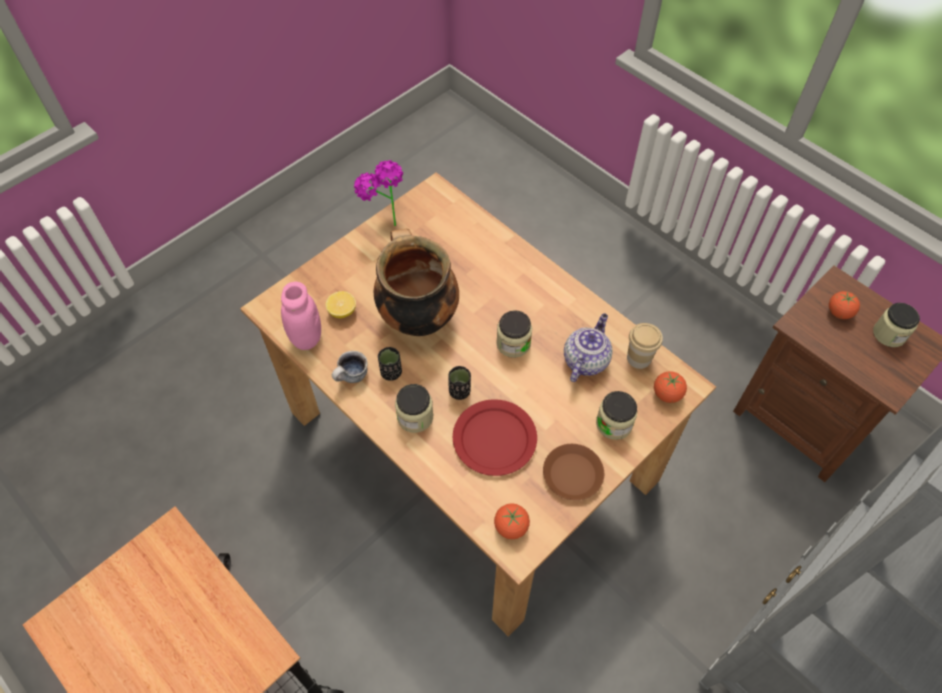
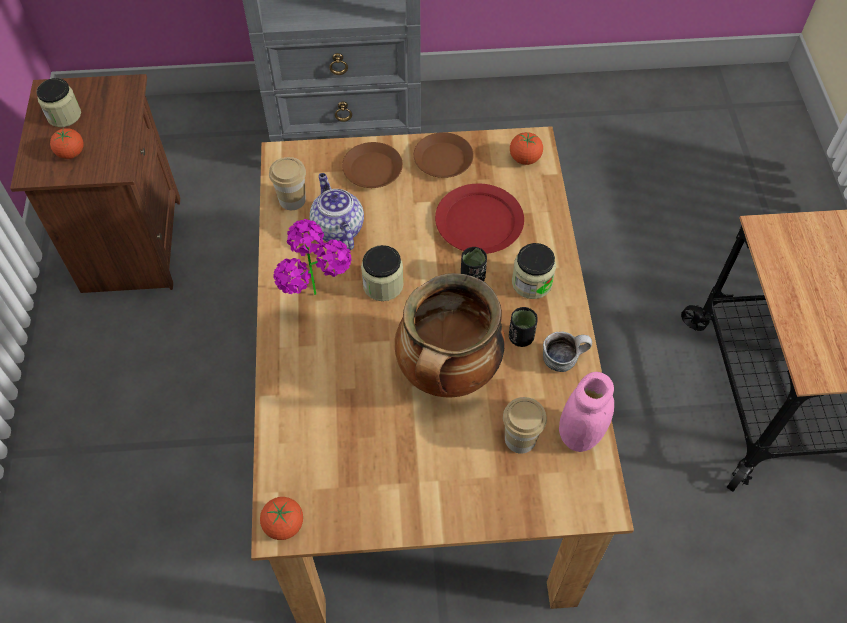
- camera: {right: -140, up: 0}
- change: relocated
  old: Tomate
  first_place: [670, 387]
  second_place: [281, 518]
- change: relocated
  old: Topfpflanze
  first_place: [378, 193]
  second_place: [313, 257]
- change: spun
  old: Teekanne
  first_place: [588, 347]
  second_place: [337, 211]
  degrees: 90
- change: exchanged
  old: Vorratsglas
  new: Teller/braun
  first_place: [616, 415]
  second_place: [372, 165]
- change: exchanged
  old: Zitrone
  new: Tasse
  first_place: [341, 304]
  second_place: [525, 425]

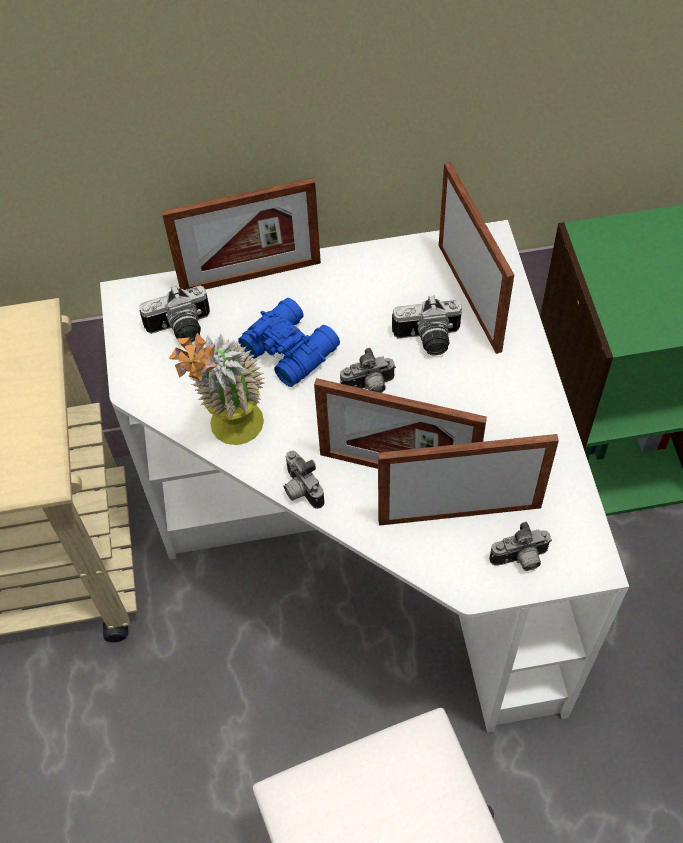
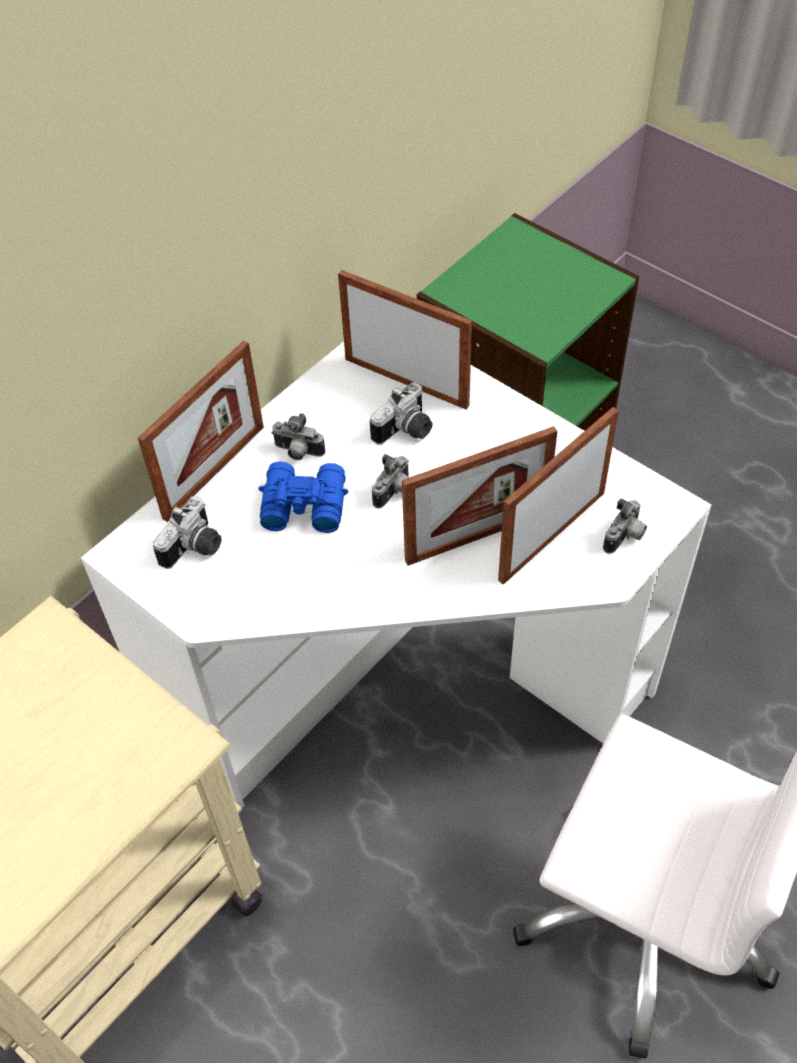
- camera: {right: -40, up: -5}
- change: relocated
  old: Kamera
  first_place: [304, 480]
  second_place: [298, 436]
- change: missing
  old: Topfpflanze
  first_place: [217, 389]

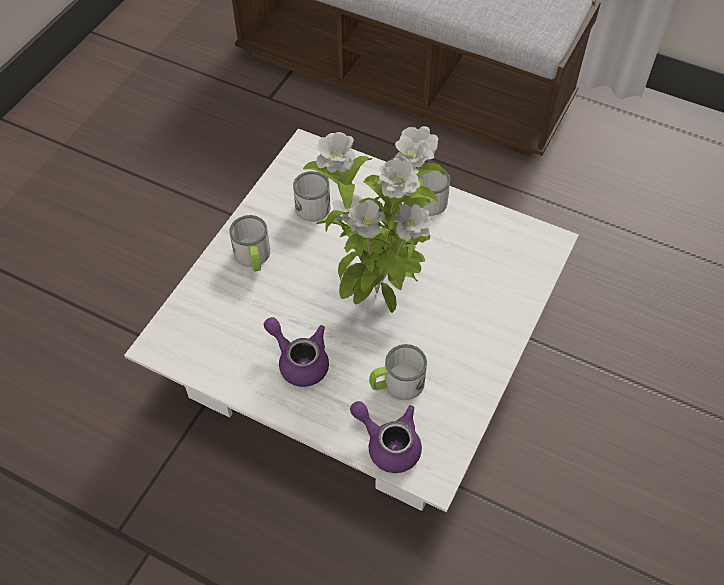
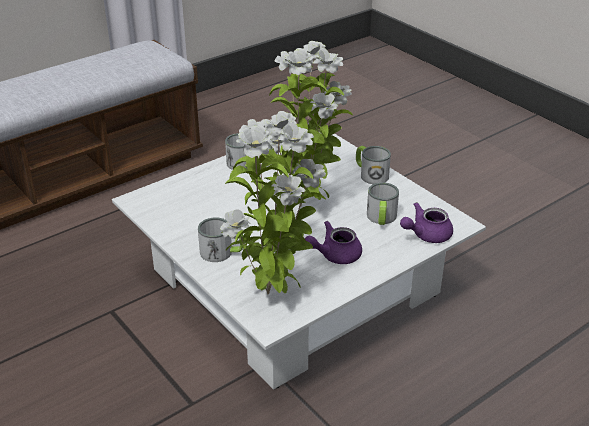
- camera: {right: -65, up: -20}
- change: appeared
  new: Topfpflanze
  second_place: [273, 202]
- change: relocated
  old: Henkelbecher
  first_place: [311, 196]
  second_place: [373, 165]

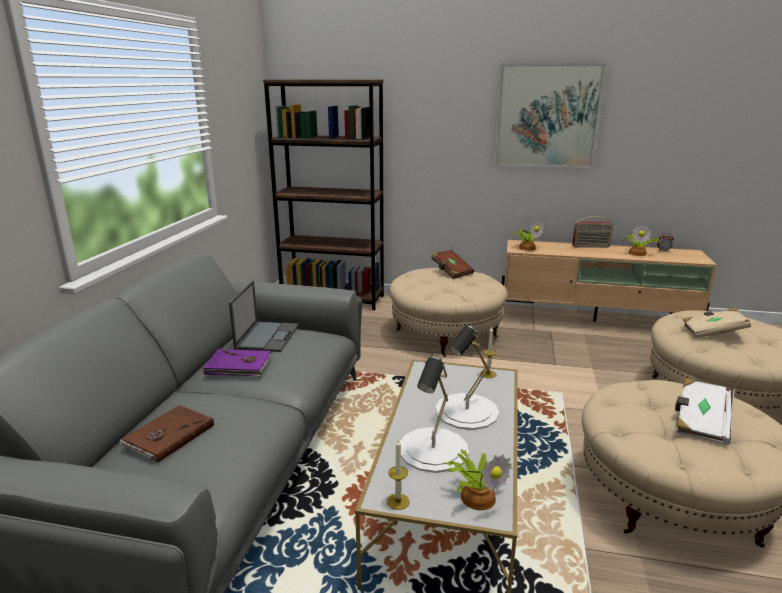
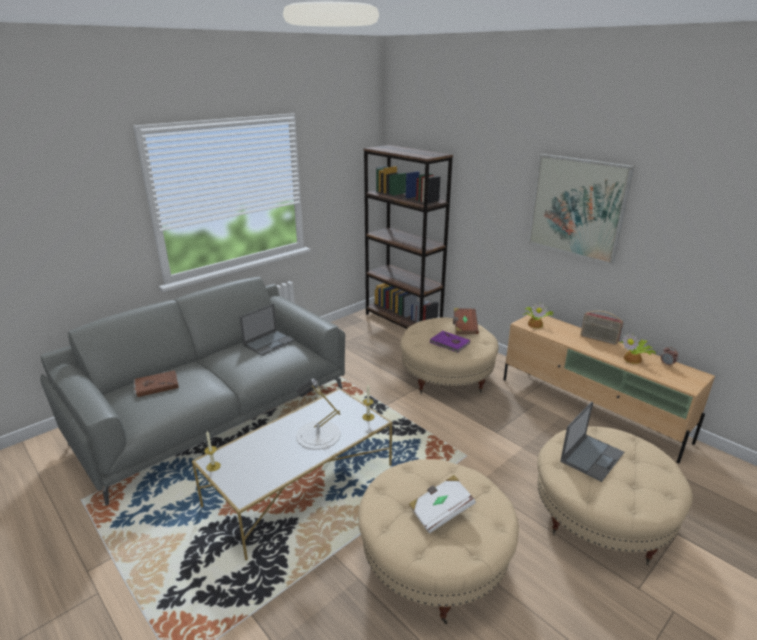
- camera: {right: 35, up: 5}
- change: relocated
  old: Buch/lila
  first_place: [237, 362]
  second_place: [449, 342]
- change: exchanged
  old: Buch/beige
  new: Laptop
  first_place: [716, 323]
  second_place: [592, 442]
- change: missing
  old: Tischlampe/weiß
  first_place: [434, 415]
- change: missing
  old: Topfpflanze
  first_place: [478, 479]

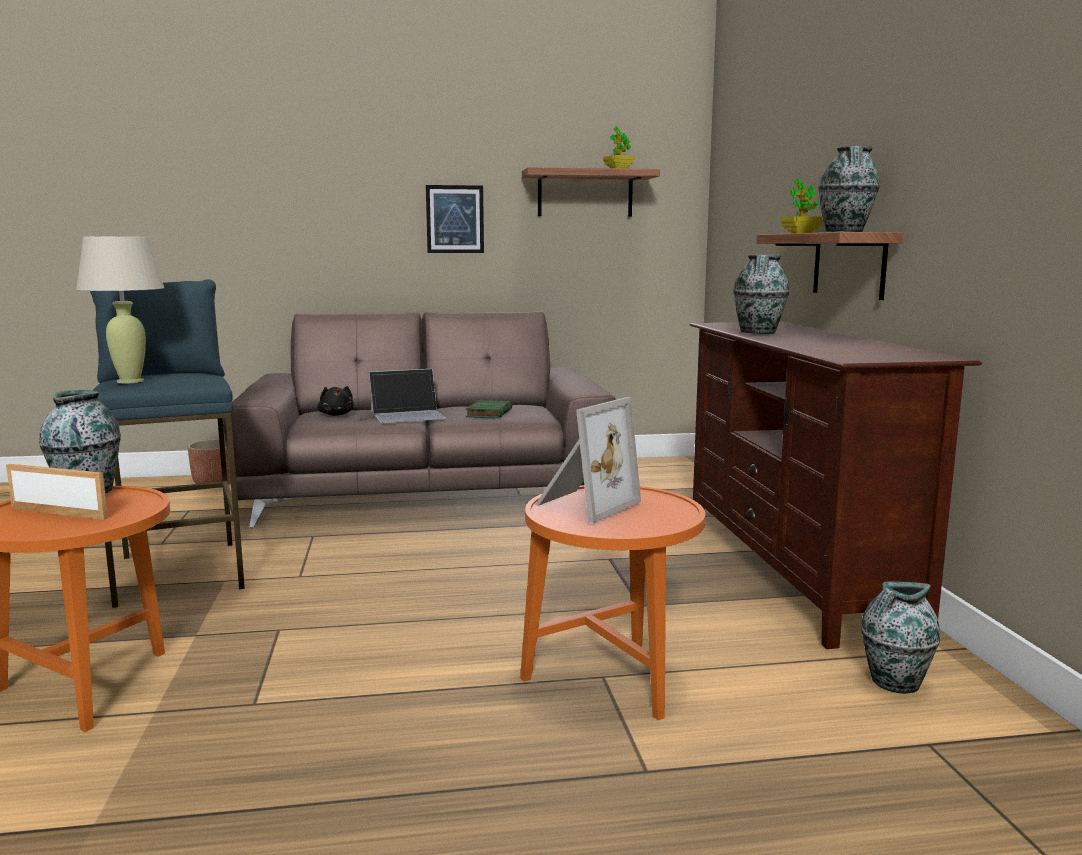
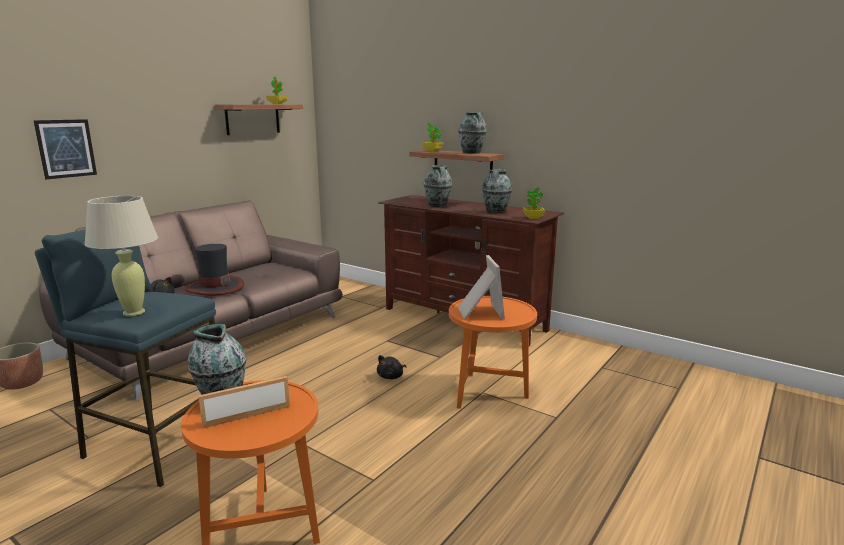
- camera: {right: -45, up: 5}
- change: relocated
  old: Bild
  first_place: [455, 219]
  second_place: [65, 149]
- change: exchanged
  old: Laptop
  new: Hut
  first_place: [408, 396]
  second_place: [214, 269]
- change: appeared
  new: Plüschtier/schwarz
  second_place: [392, 367]
- change: relocated
  old: Vase
  first_place: [900, 637]
  second_place: [497, 191]
- change: appeared
  new: Topfpflanze
  second_place: [534, 202]
- change: missing
  old: Buch/grün
  first_place: [489, 409]

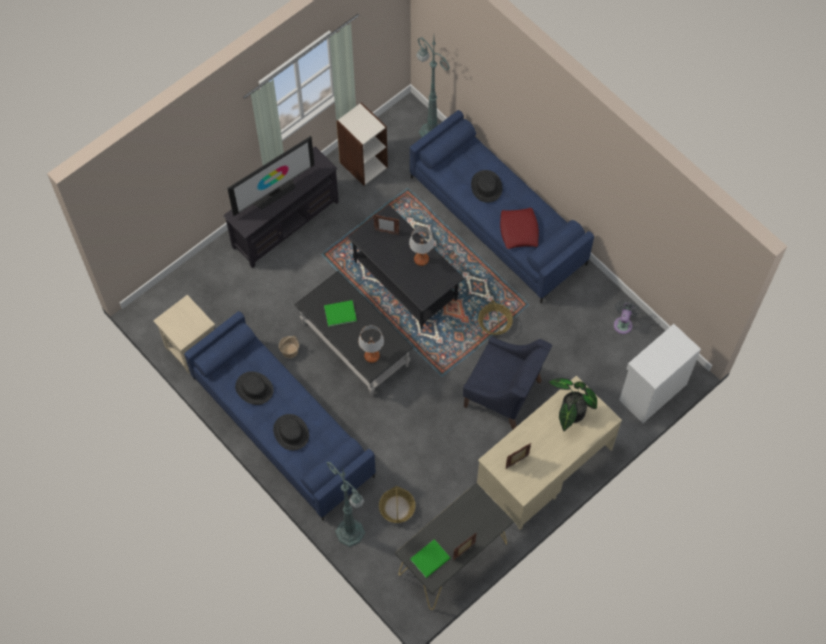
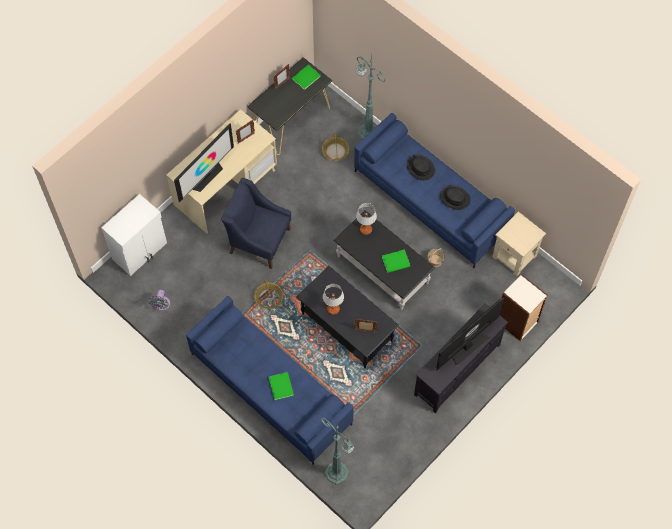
- camera: {right: 175, up: 0}
- change: exchanged
  old: Topfpflanze
  new: Fernseher
  first_place: [572, 404]
  second_place: [204, 163]
- change: exchanged
  old: Hut/schwarz
  new: Buch/grün
  first_place: [486, 186]
  second_place: [281, 386]
- change: relocated
  old: Bücherregal
  first_place: [362, 144]
  second_place: [524, 307]
- change: missing
  old: Kissen/rot
  first_place: [519, 228]

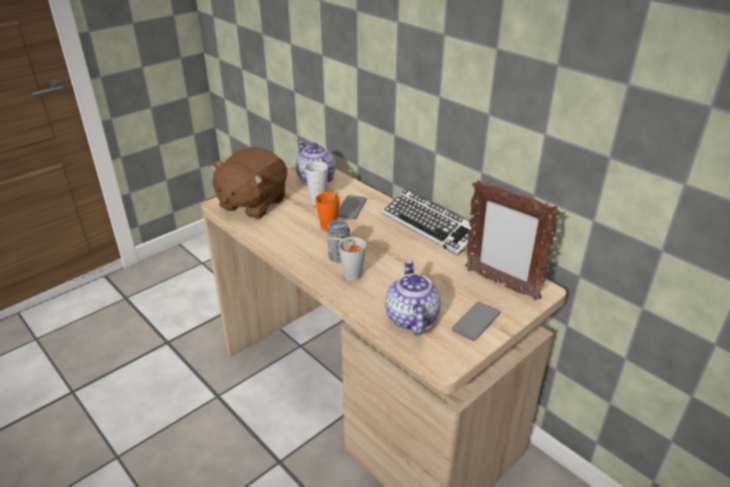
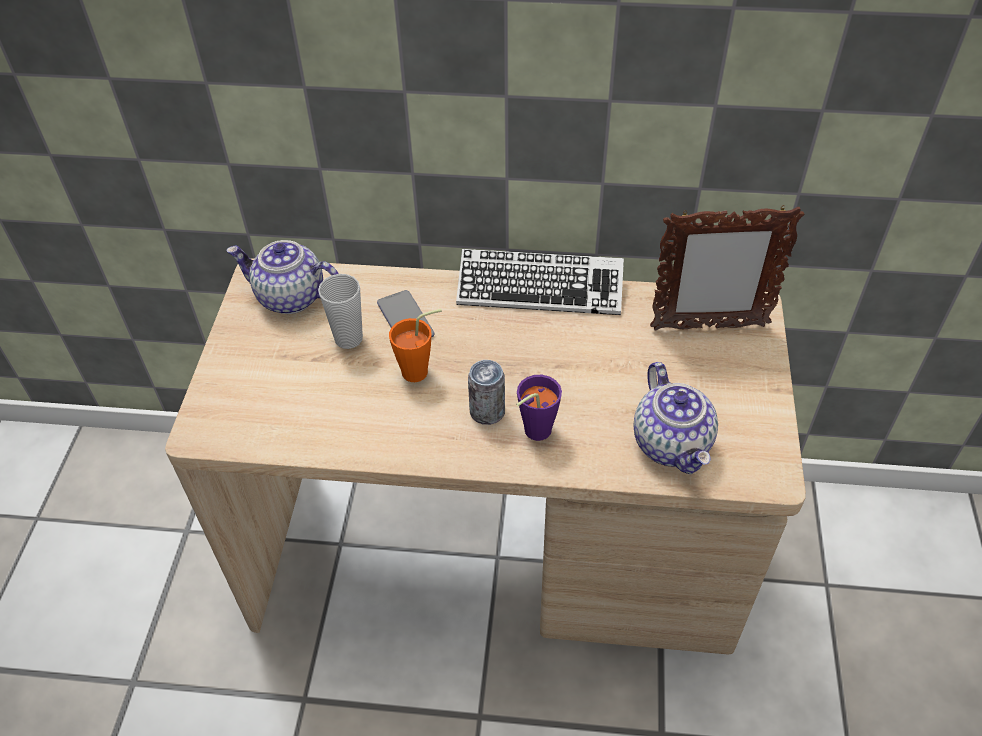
- camera: {right: -40, up: 15}
- change: colour
  old: Tasse/grau
  new: Tasse/lila
  first_place: [347, 259]
  second_place: [539, 408]
- change: spun
  old: Teekanne
  first_place: [413, 298]
  second_place: [676, 418]
  degrees: -150
- change: missing
  old: Plüschtier/braun
  first_place: [248, 183]
- change: missing
  old: Handy
  first_place: [476, 321]

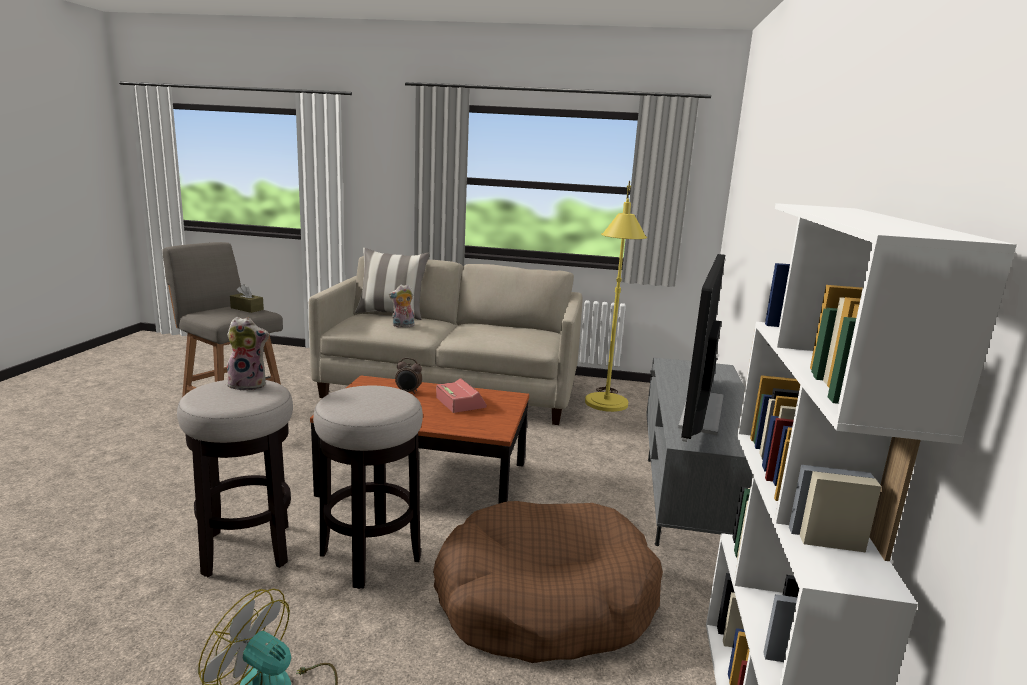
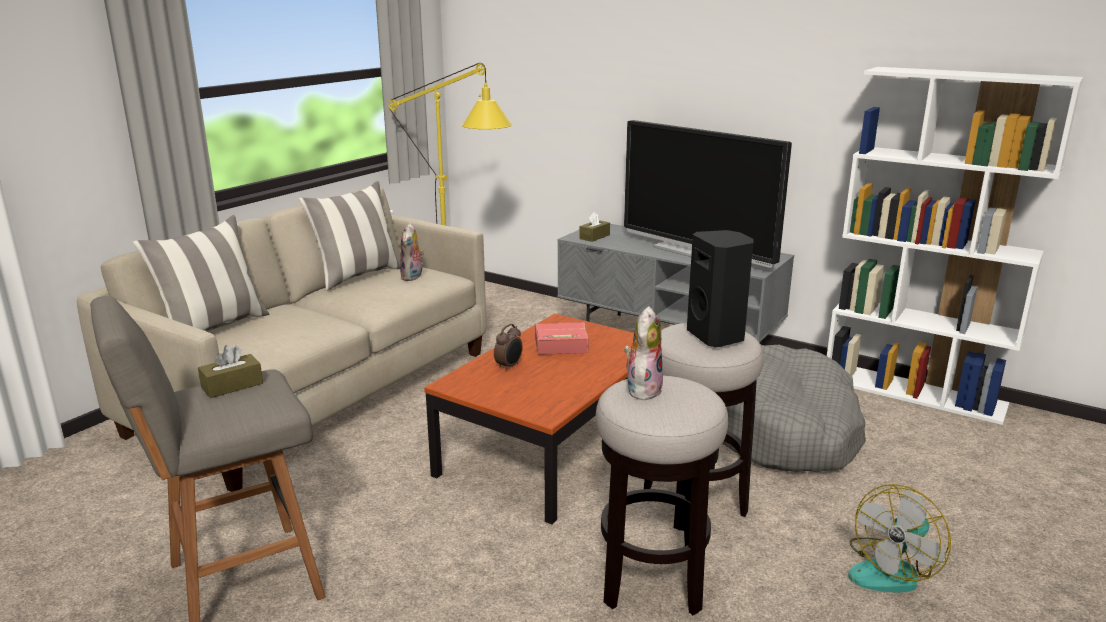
- camera: {right: -65, up: 5}
- change: appeared
  new: Kissen
  second_place: [349, 236]
- change: relocated
  old: Plüschtier
  first_place: [402, 305]
  second_place: [412, 252]
- change: appeared
  new: Taschentuchbox/braun
  second_place: [594, 227]
- change: appeared
  new: Lautsprecher/schwarz
  second_place: [720, 288]
- change: colour
  old: Hundebett/braun
  new: Hundebett/grau
  first_place: [548, 582]
  second_place: [794, 408]

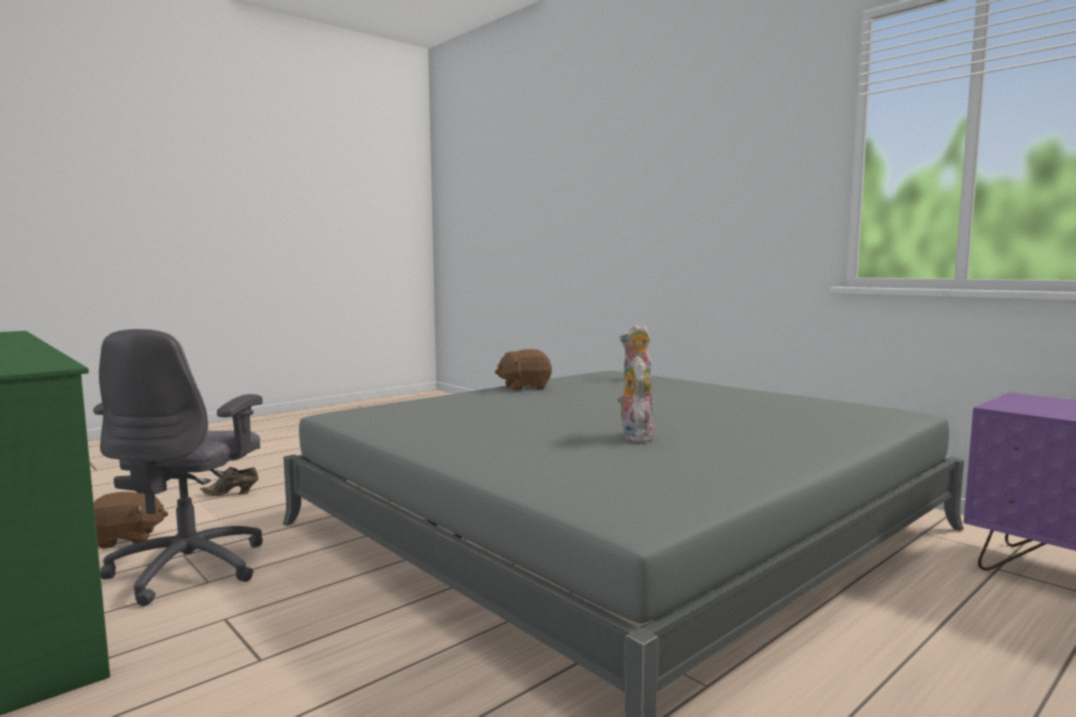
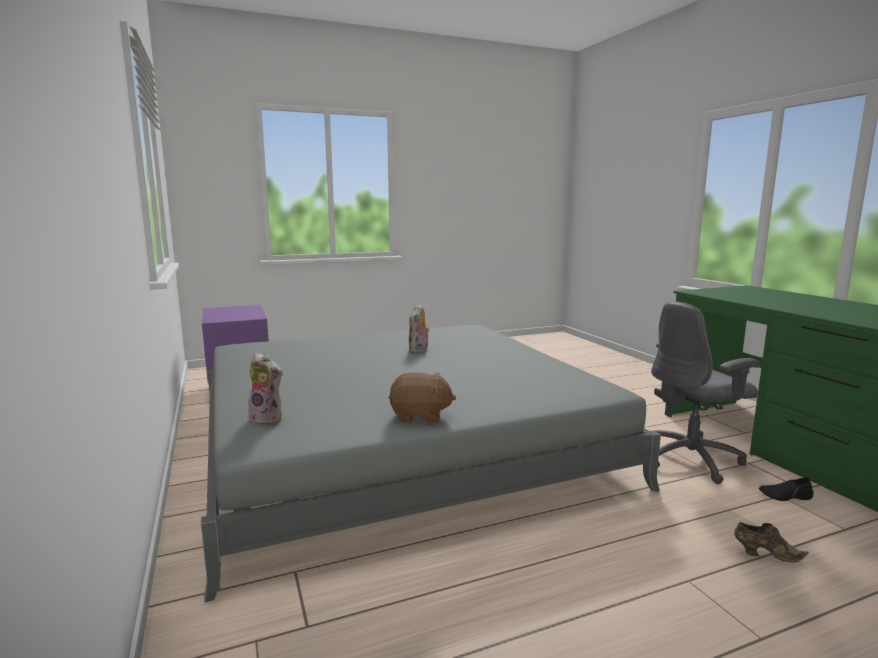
- camera: {right: -160, up: 5}
- change: spun
  old: Bürostuhl/grau
  first_place: [178, 467]
  second_place: [706, 392]
  degrees: -135
- change: exchanged
  old: Plüschtier/braun
  new: Schuh/schwarz
  first_place: [131, 520]
  second_place: [786, 489]

